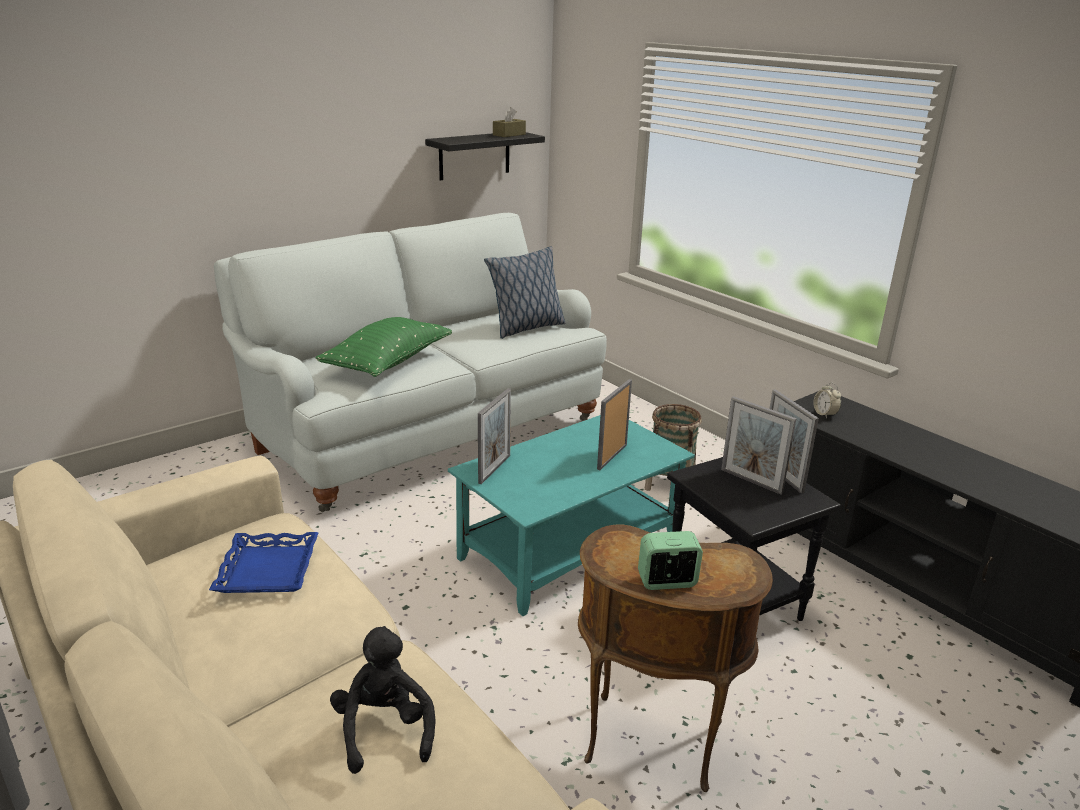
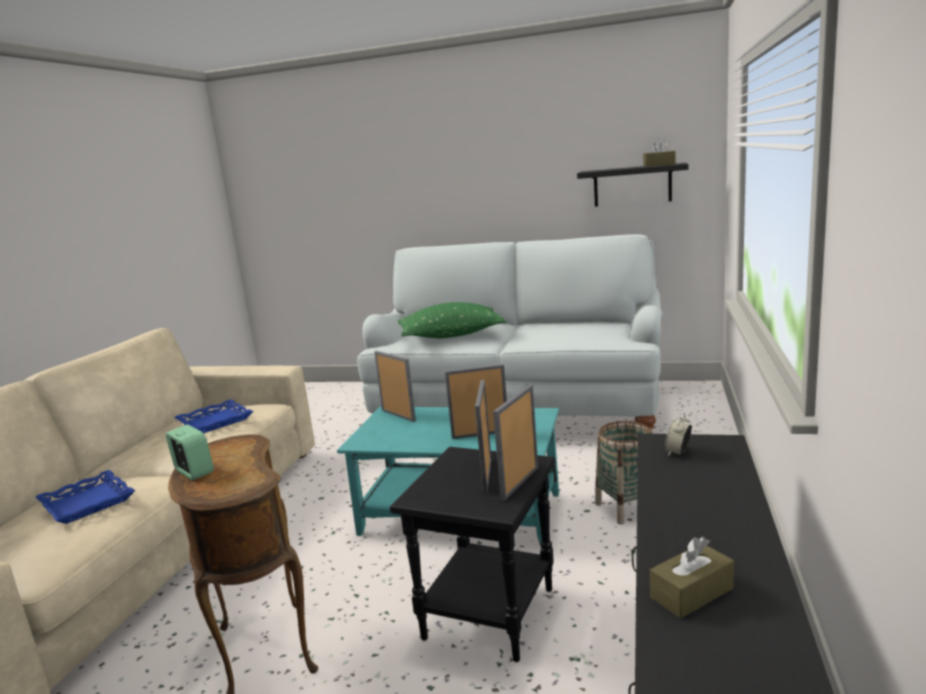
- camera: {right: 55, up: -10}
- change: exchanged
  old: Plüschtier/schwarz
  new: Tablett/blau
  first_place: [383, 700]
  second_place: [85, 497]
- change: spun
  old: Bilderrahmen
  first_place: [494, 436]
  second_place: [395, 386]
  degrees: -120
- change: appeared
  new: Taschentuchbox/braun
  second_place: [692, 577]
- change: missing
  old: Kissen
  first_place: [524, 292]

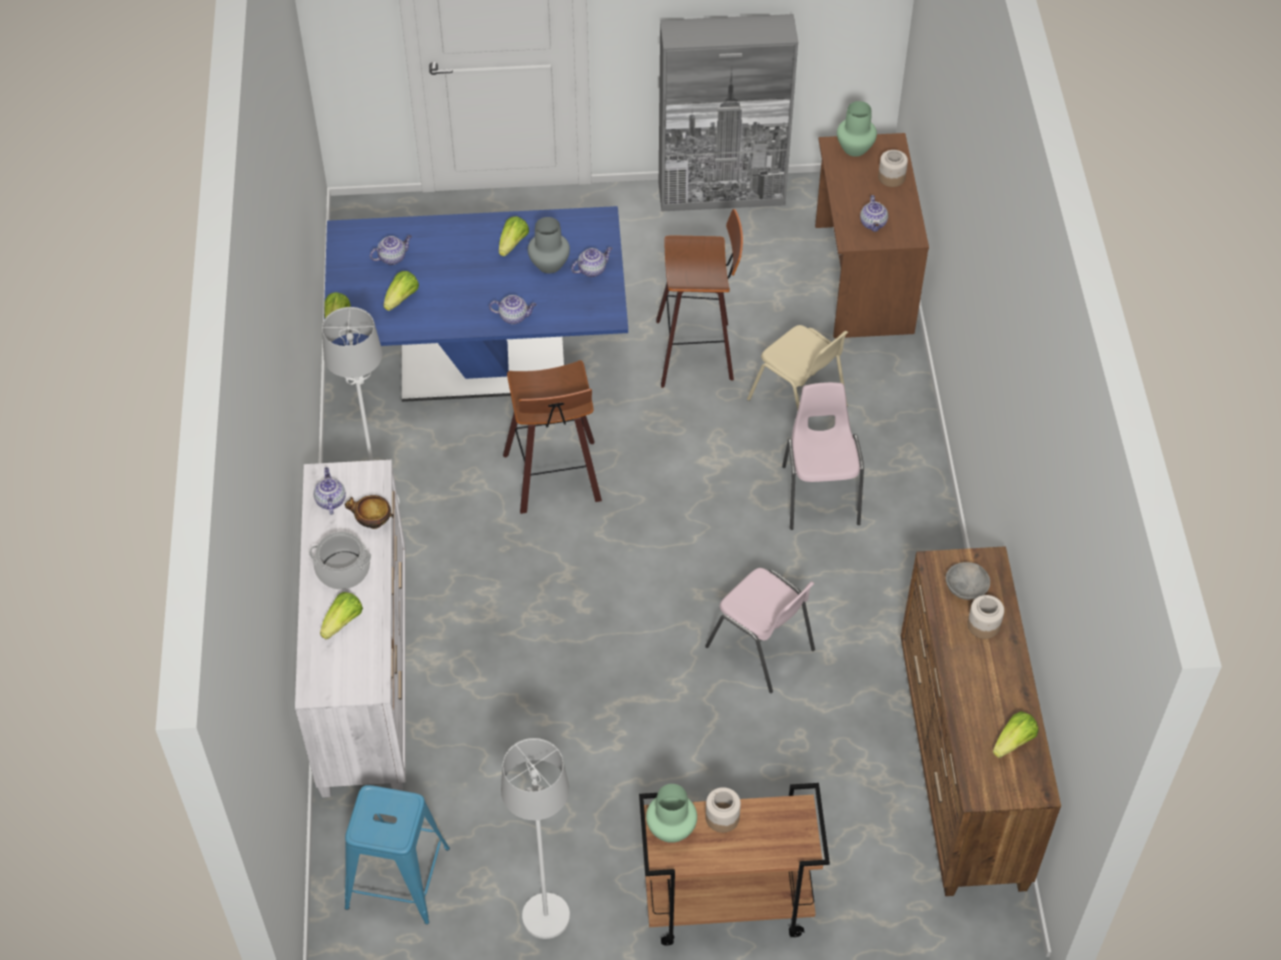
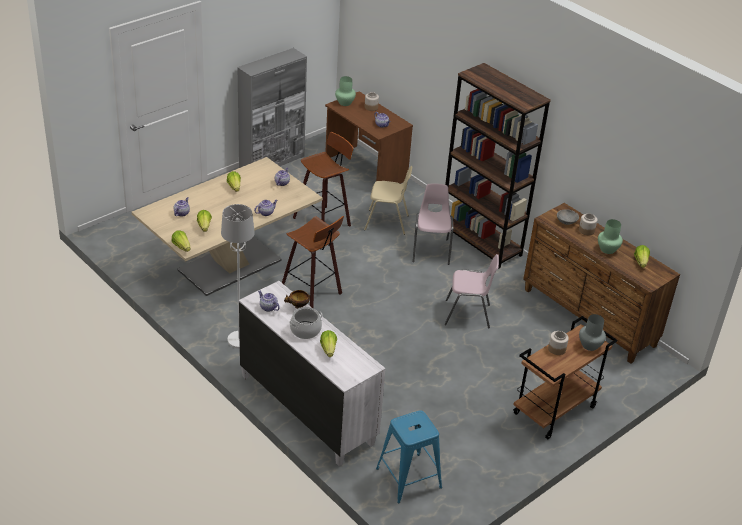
- camera: {right: -40, up: -15}
- change: colour
  old: Esstisch/blau
  new: Esstisch/beige
  first_place: [476, 304]
  second_place: [227, 226]
- change: spun
  old: Stuhl/rosa
  first_place: [823, 456]
  second_place: [432, 224]
  degrees: 45
- change: appeared
  new: Bücherregal/braun
  second_place: [498, 166]
- change: relocated
  old: Vase/grau
  first_place: [549, 245]
  second_place: [592, 332]
- change: relocated
  old: Vase/grün
  first_place: [671, 813]
  second_place: [610, 236]
- change: missing
  old: Stehlampe/weiß
  first_place: [535, 838]

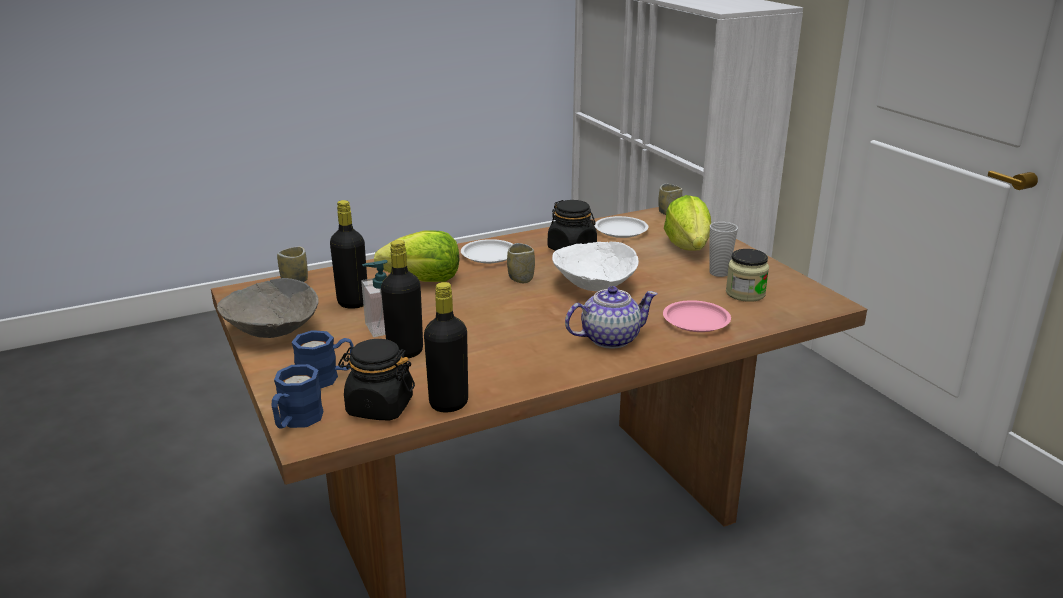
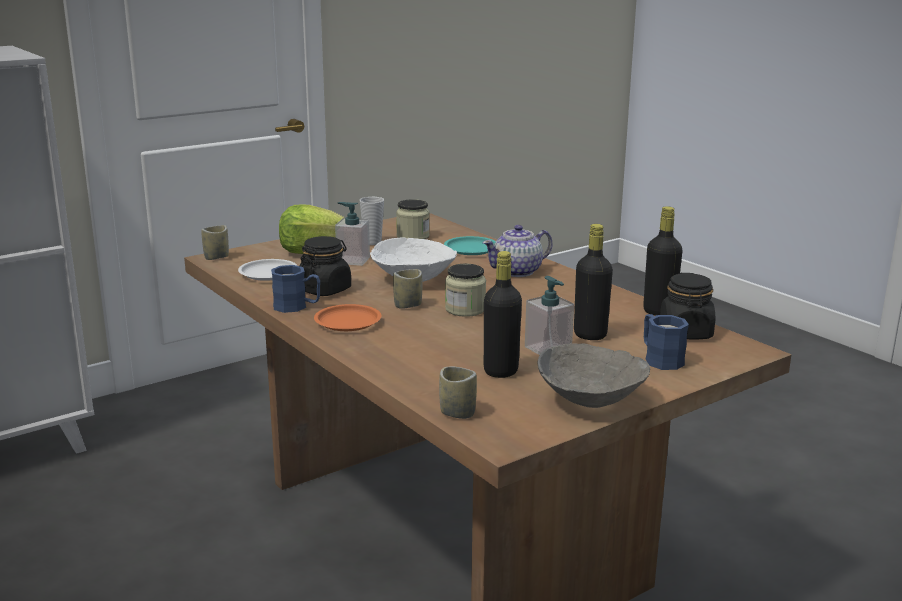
- camera: {right: -100, up: -5}
- change: relocated
  old: Henkelbecher/blau
  first_place: [297, 396]
  second_place: [295, 289]
- change: colour
  old: Teller/weiß
  new: Teller/orange
  first_place: [487, 251]
  second_place: [347, 317]
- change: appeared
  new: Seifenspender
  second_place: [352, 234]
- change: colour
  old: Teller/rosa
  new: Teller/türkis
  first_place: [697, 316]
  second_place: [470, 245]
- change: appeared
  new: Vorratsglas
  second_place: [465, 290]
- change: spun
  old: Teekanne
  first_place: [611, 317]
  second_place: [517, 251]
  degrees: -90
- change: missing
  old: Salatkopf
  first_place: [417, 256]

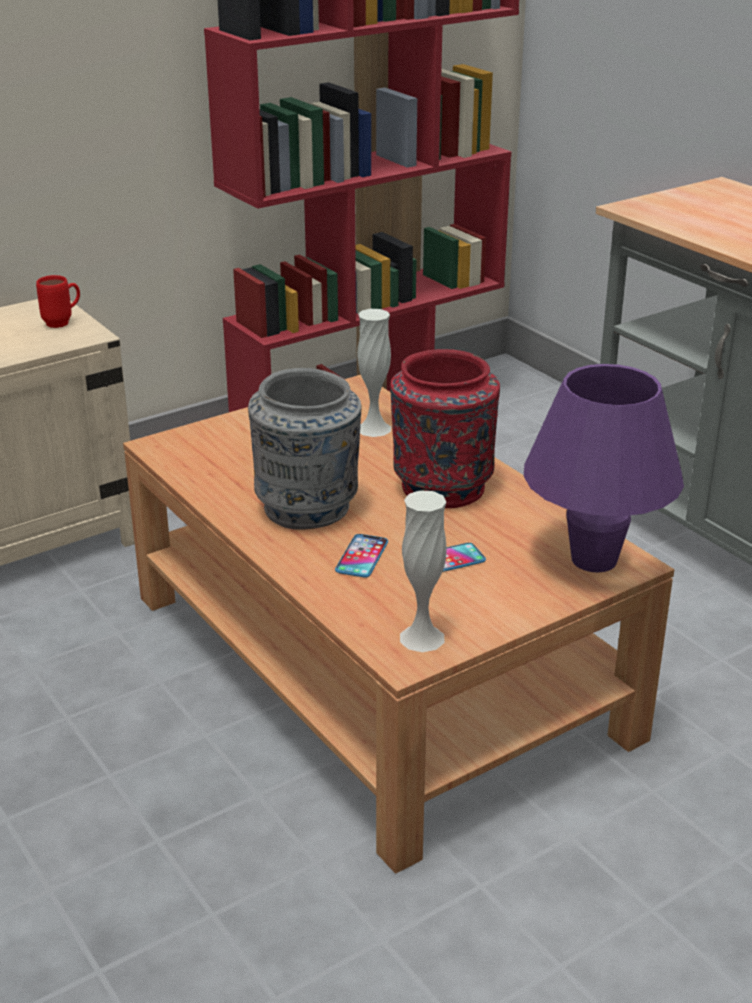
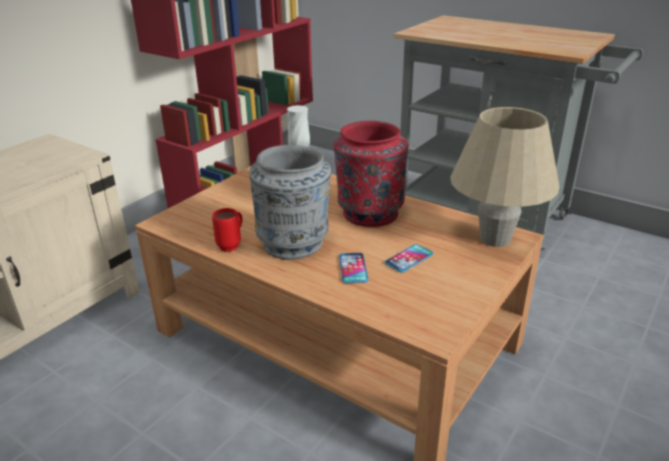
- camera: {right: -20, up: 0}
- change: relocated
  old: Henkelbecher/rot
  first_place: [58, 301]
  second_place: [227, 230]
- change: colour
  old: Tischlampe/lila
  new: Tischlampe/beige
  first_place: [604, 468]
  second_place: [504, 177]
- change: missing
  old: Vase/weiß
  first_place: [423, 571]

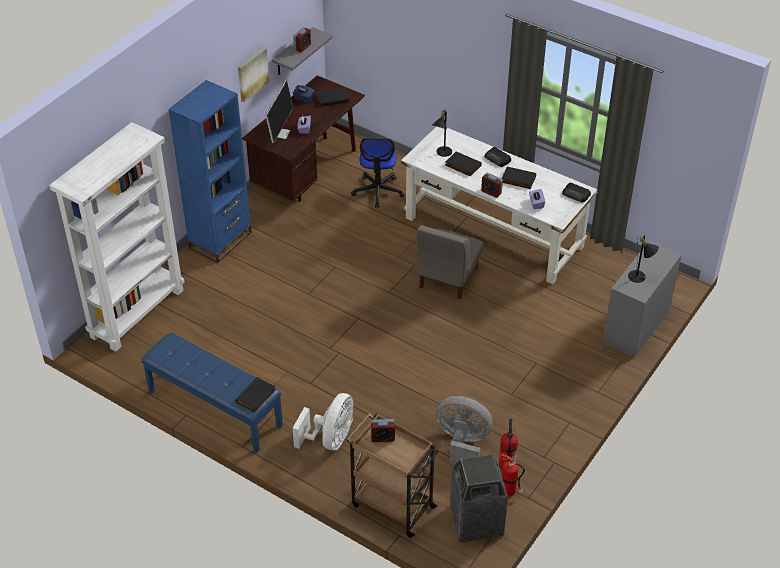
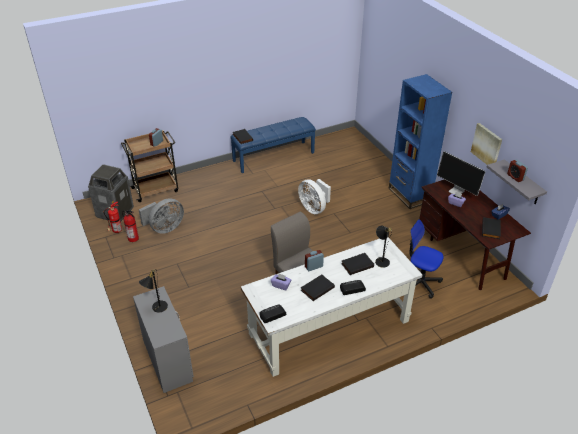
- camera: {right: 120, up: -5}
- change: relocated
  old: Ventilator/weiß
  first_place: [323, 421]
  second_place: [314, 196]
- change: missing
  old: Bücherregal/weiß
  first_place: [116, 237]

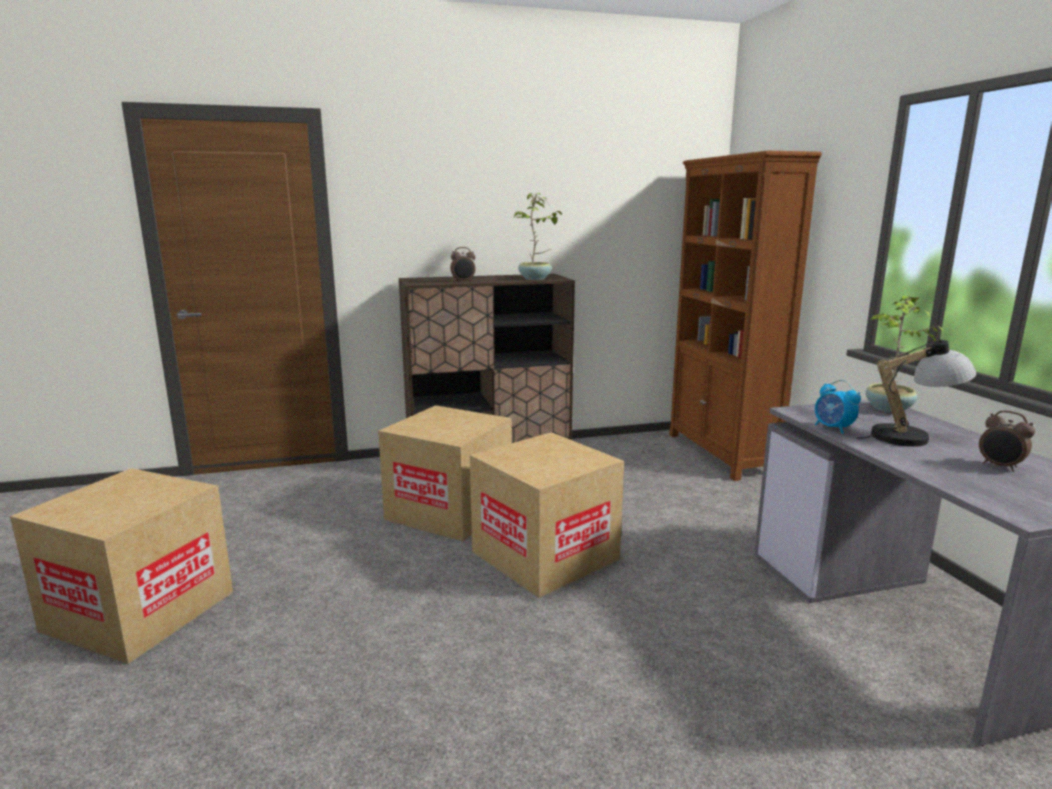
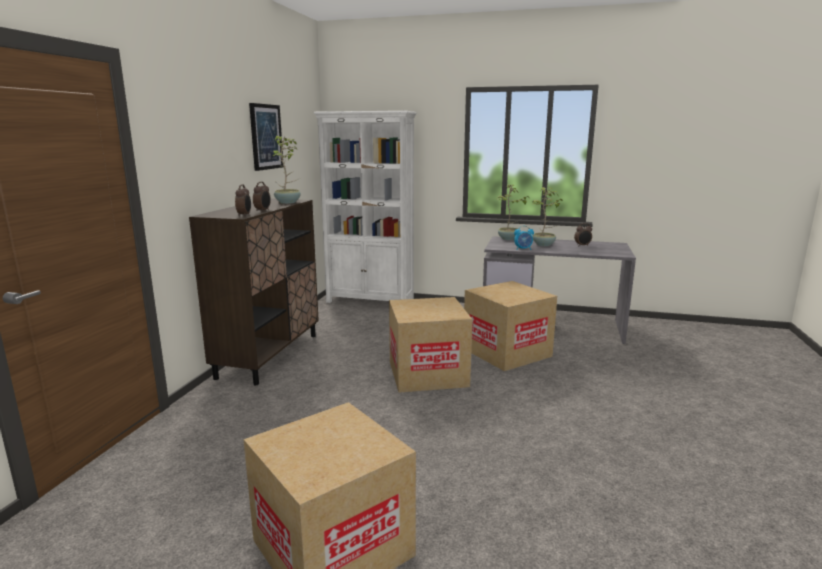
- camera: {right: -60, up: 0}
- change: appeared
  new: Wecker
  second_place: [243, 200]
- change: appeared
  new: Bild
  second_place: [266, 137]
- change: colour
  old: Bücherregal/braun
  new: Bücherregal/weiß
  first_place: [745, 316]
  second_place: [365, 207]
- change: relocated
  old: Karton
  first_place: [445, 473]
  second_place: [510, 326]
- change: exchanged
  old: Tischlampe
  new: Topfpflanze
  first_place: [917, 391]
  second_place: [547, 216]

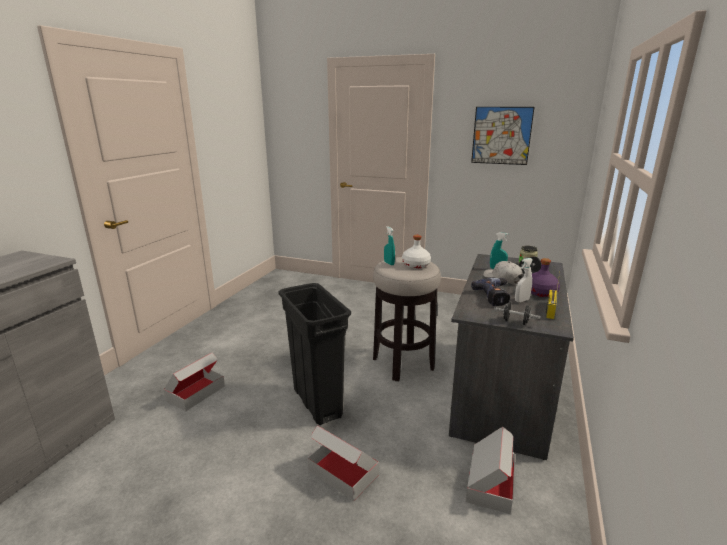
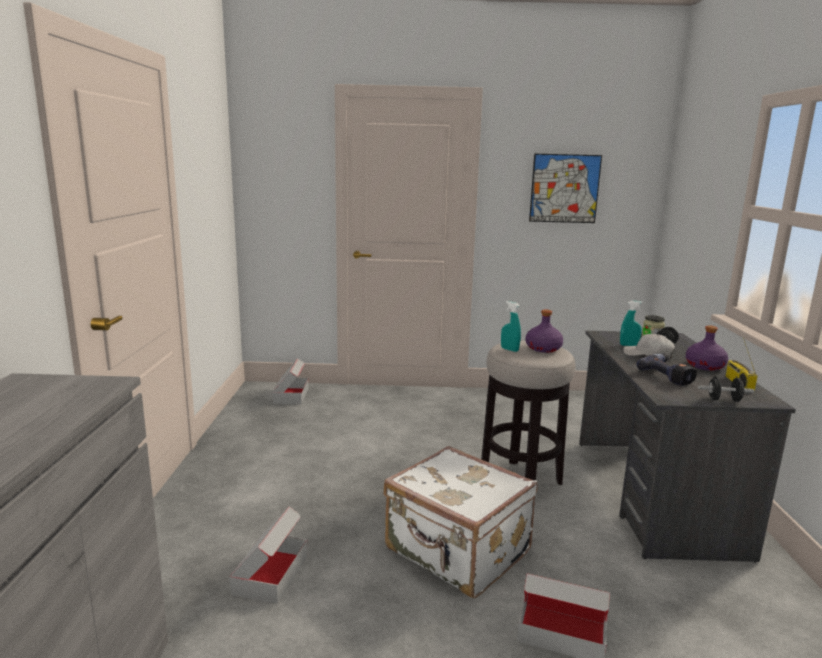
- camera: {right: -20, up: -5}
- change: relocated
  old: Karton
  first_place: [490, 470]
  second_place: [290, 381]
- change: exchanged
  old: Mülleimer/schwarz
  new: Koffer/weiß
  first_place: [314, 354]
  second_place: [460, 522]
- change: colour
  old: Flasche/weiß
  new: Flasche/lila
  first_place: [416, 252]
  second_place: [544, 331]
- change: missing
  old: Sprühflasche/weiß
  first_place: [524, 280]

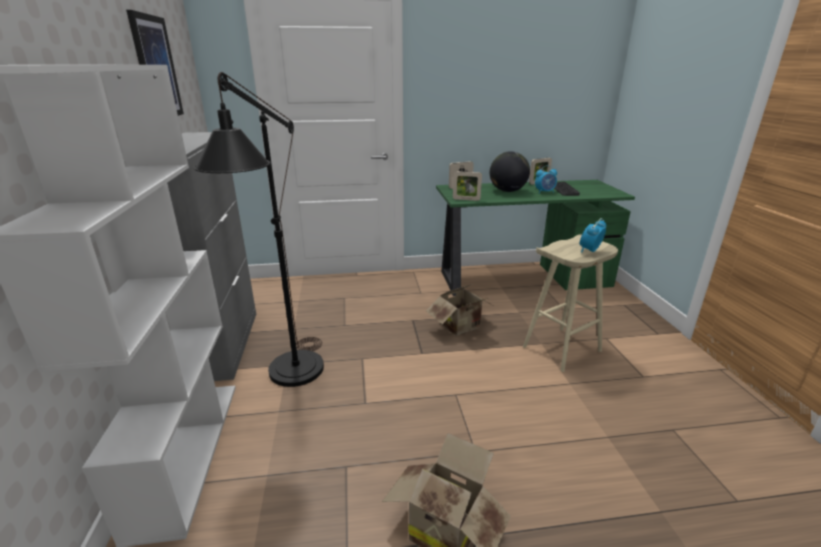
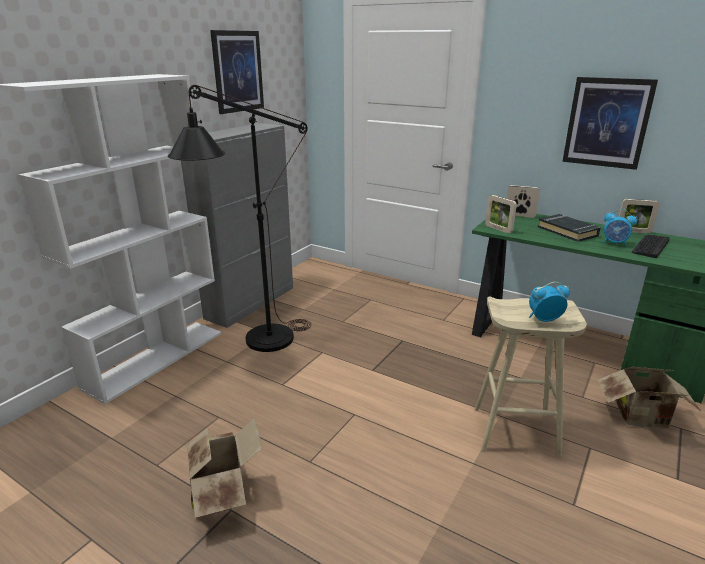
- camera: {right: 40, up: 0}
- change: exchanged
  old: Globus
  new: Buch/schwarz
  first_place: [510, 171]
  second_place: [569, 228]
- change: appeared
  new: Bild
  second_place: [610, 123]
- change: relocated
  old: Karton
  first_place: [460, 310]
  second_place: [649, 398]

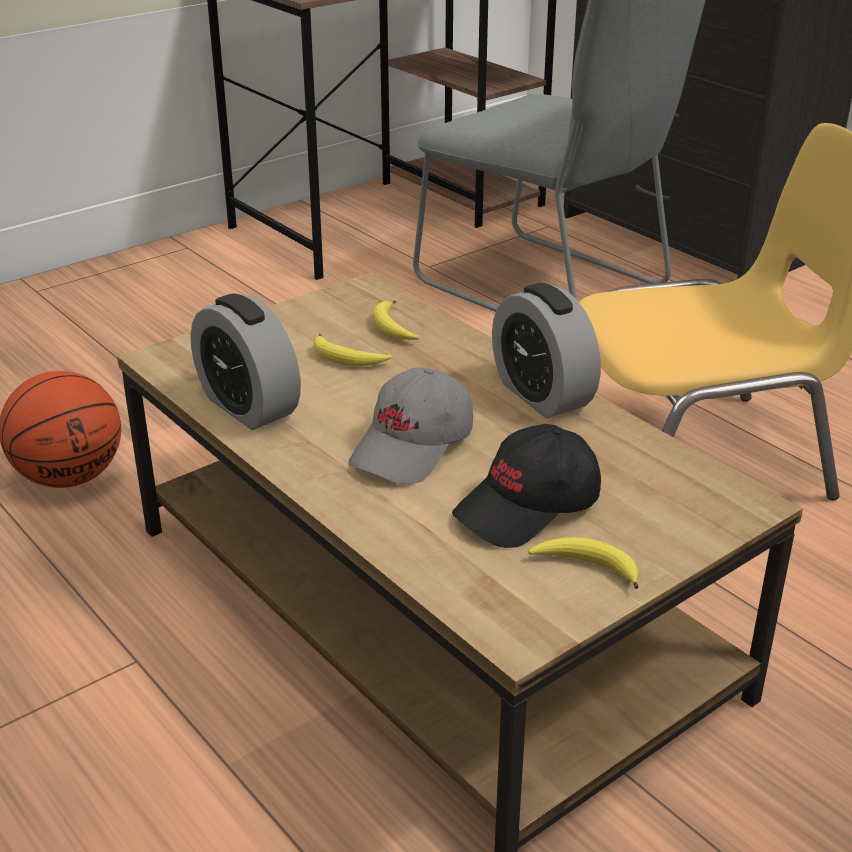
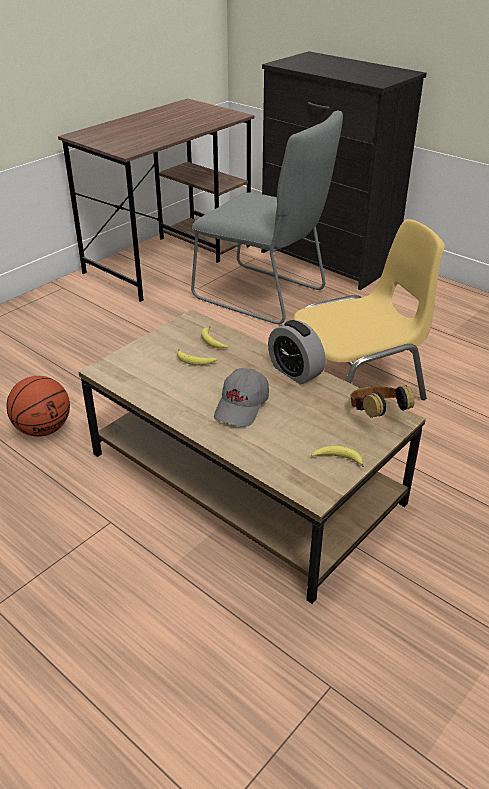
- camera: {right: -10, up: 5}
- change: appeared
  new: Kopfhörer
  second_place: [382, 401]
- change: missing
  old: Wecker
  first_place: [246, 361]
- change: missing
  old: Kappe/schwarz
  first_place: [526, 486]

